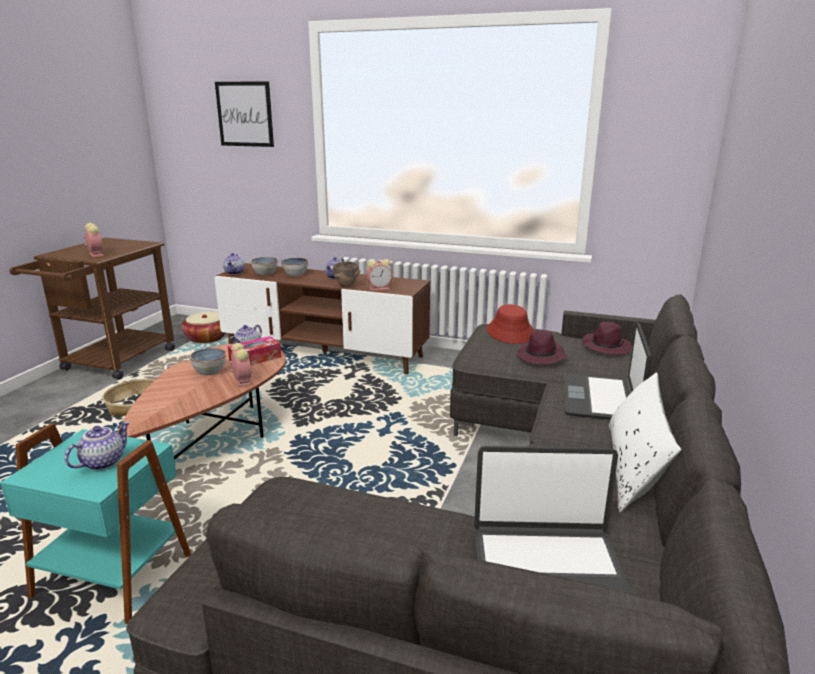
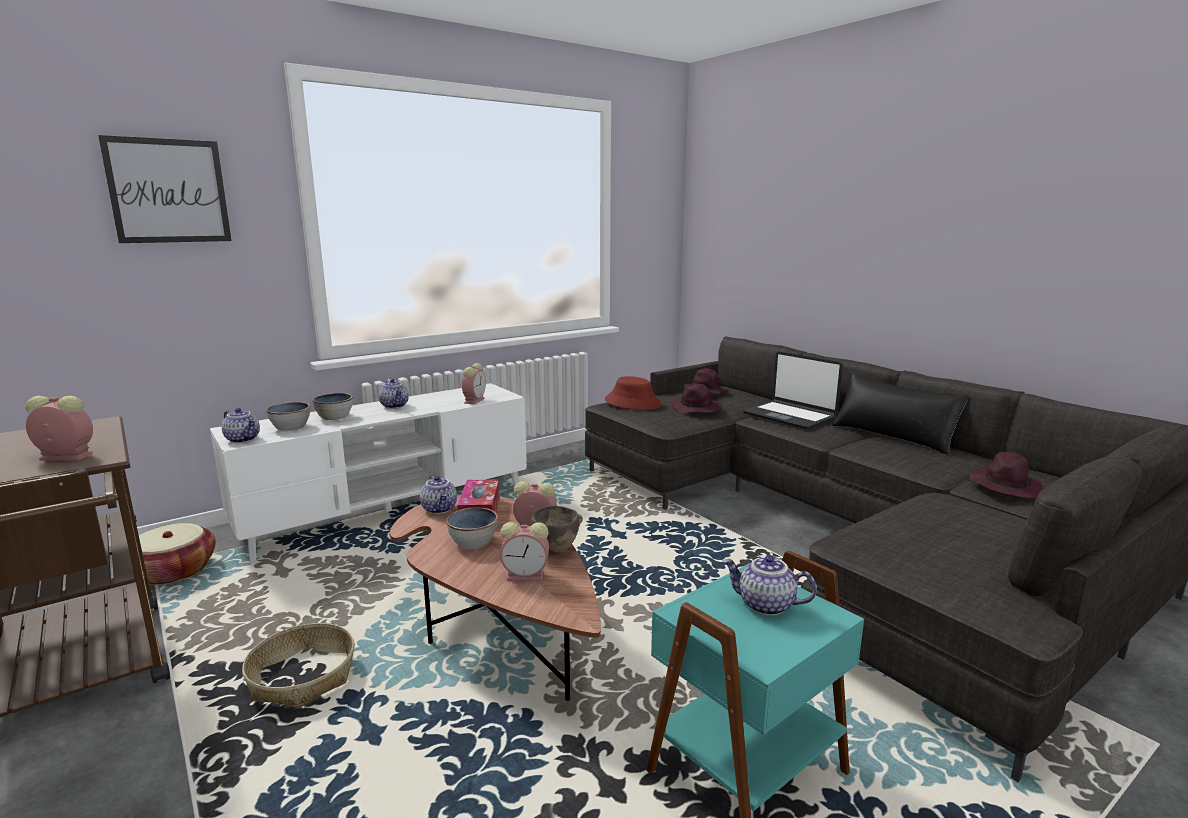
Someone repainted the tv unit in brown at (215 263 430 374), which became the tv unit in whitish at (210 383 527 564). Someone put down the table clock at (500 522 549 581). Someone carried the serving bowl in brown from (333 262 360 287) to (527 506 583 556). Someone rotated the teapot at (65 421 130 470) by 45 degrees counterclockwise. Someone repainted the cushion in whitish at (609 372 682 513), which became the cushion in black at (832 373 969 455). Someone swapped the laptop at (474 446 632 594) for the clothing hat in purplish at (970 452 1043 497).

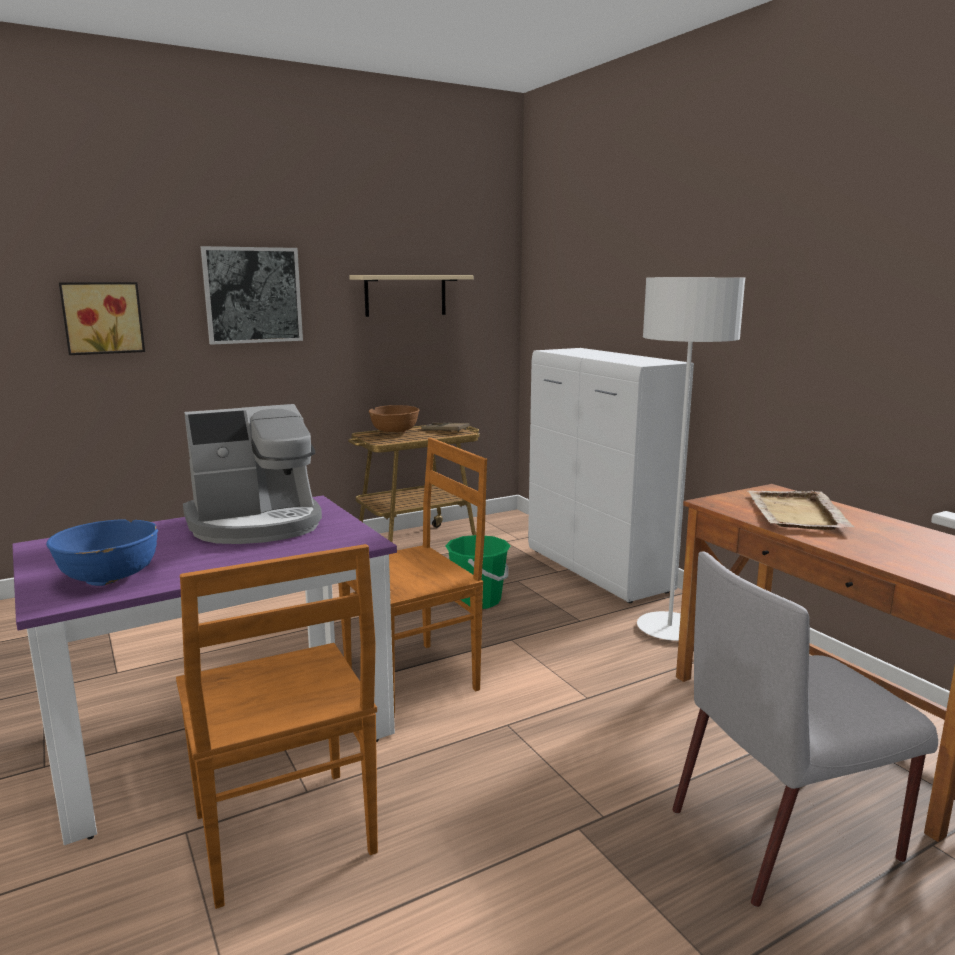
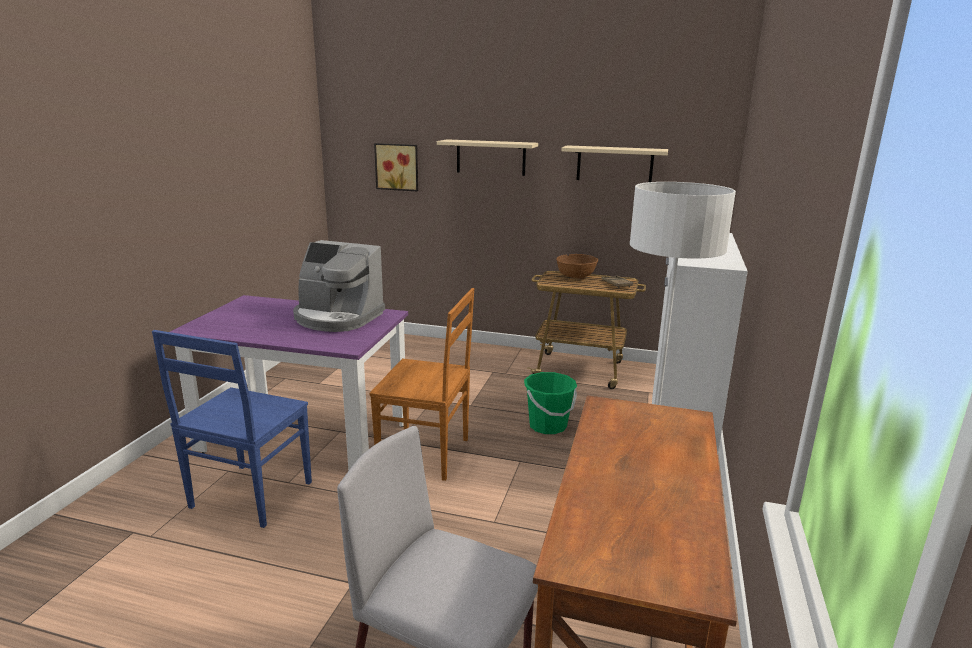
Someone repainted the plain chair in brown at (176 544 378 909), which became the plain chair in blue at (152 330 312 528). Someone swapped the wall art at (200 246 303 345) for the shelf in sand-coloured at (437 139 538 176). Someone took away the serving bowl in blue at (46 519 158 586). Someone took away the serving tray in sand-coloured at (748 491 854 530).

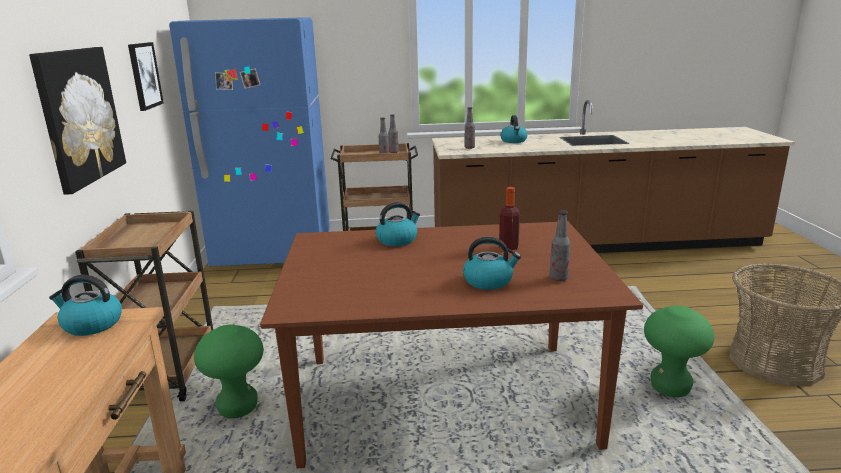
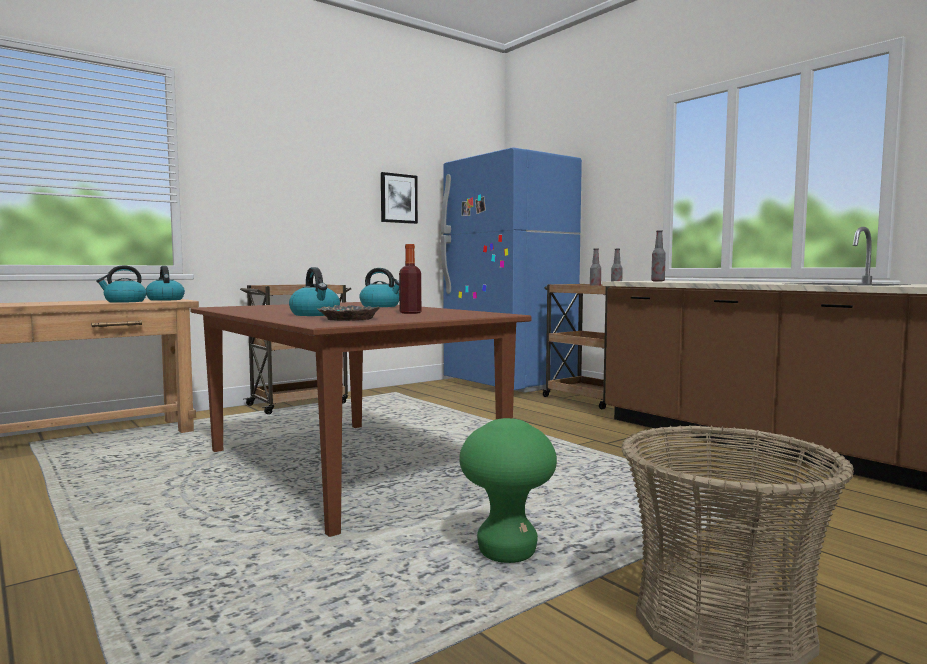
Someone carried the kettle from (500 115 528 143) to (96 265 146 303). Someone swapped the beverage bottle at (549 210 570 281) for the serving bowl at (317 305 380 321). Someone took away the wall art at (29 47 126 195). Someone took away the stool seat in green-coloured at (194 325 263 418).

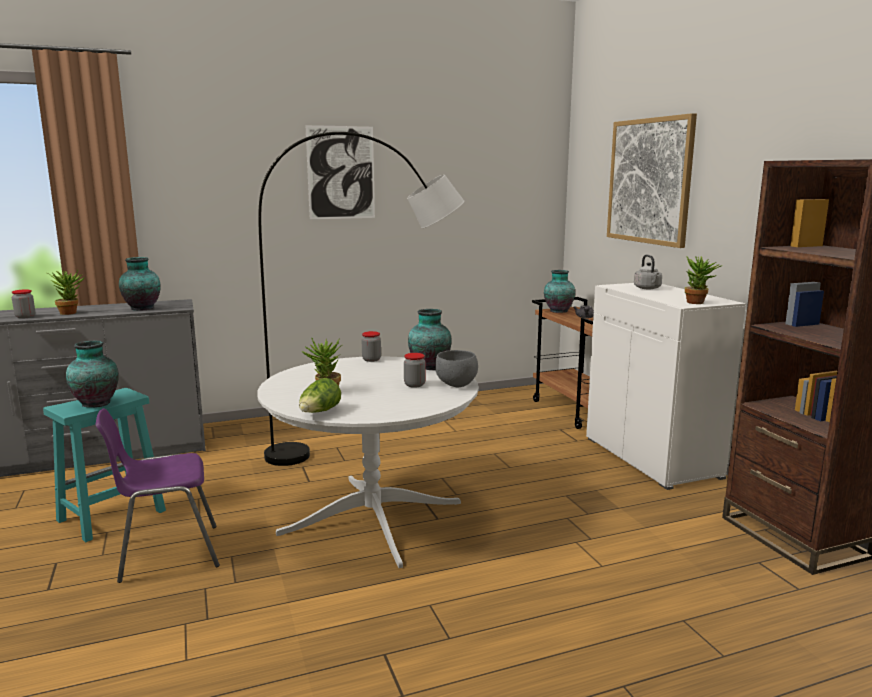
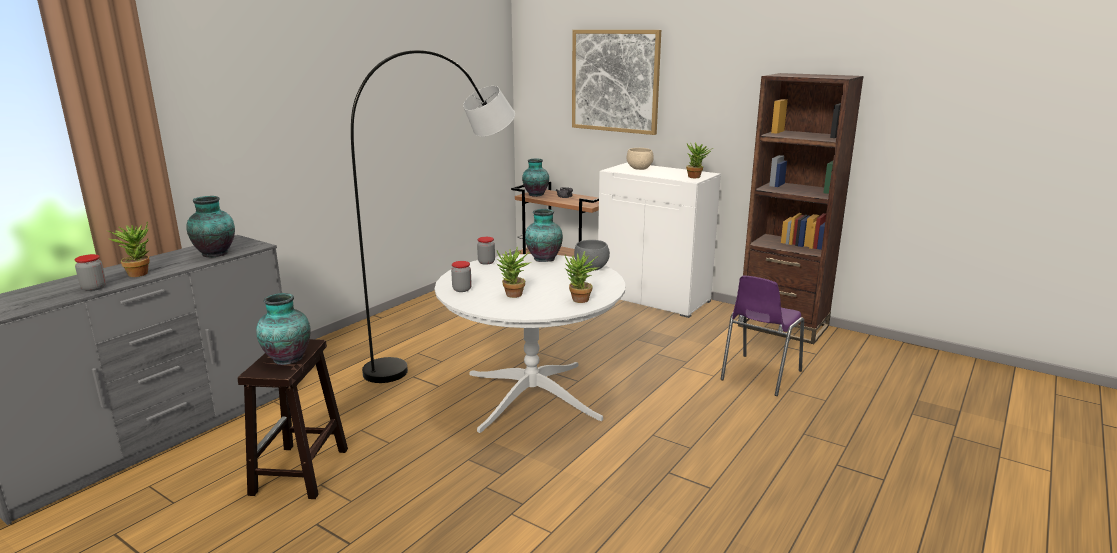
Someone repainted the stool seat in turquoise at (43 388 166 542), which became the stool seat in brown at (238 339 348 499). Someone carried the preserve jar from (404 353 426 388) to (451 261 472 292). Someone put down the houseplant at (565 251 599 303). Someone swapped the kettle in grey at (634 255 662 289) for the serving bowl in sand-coloured at (627 148 654 170). Someone carried the plain chair in purplish from (96 408 220 583) to (721 275 804 396). Someone took away the head of lettuce at (299 378 341 413). Someone took away the wall art at (305 125 375 219).

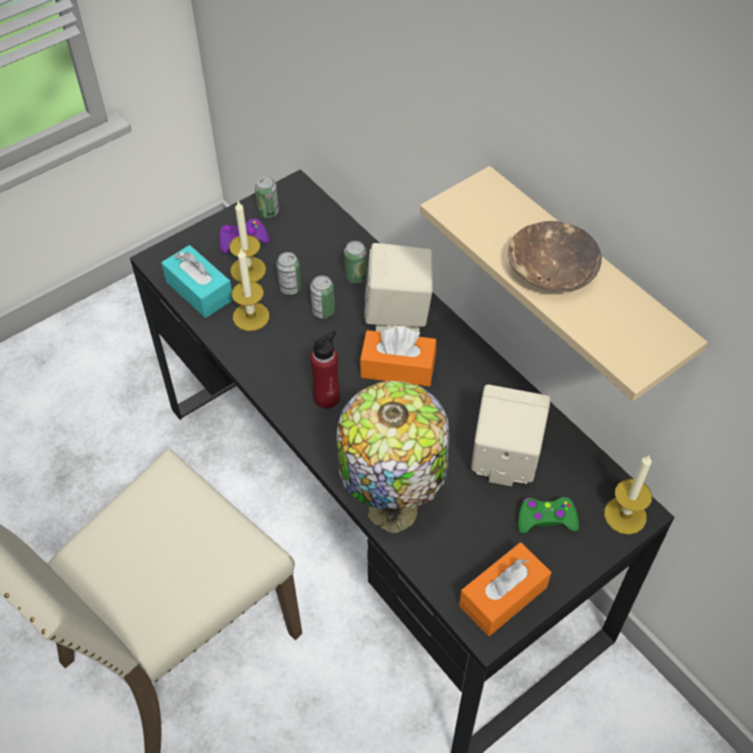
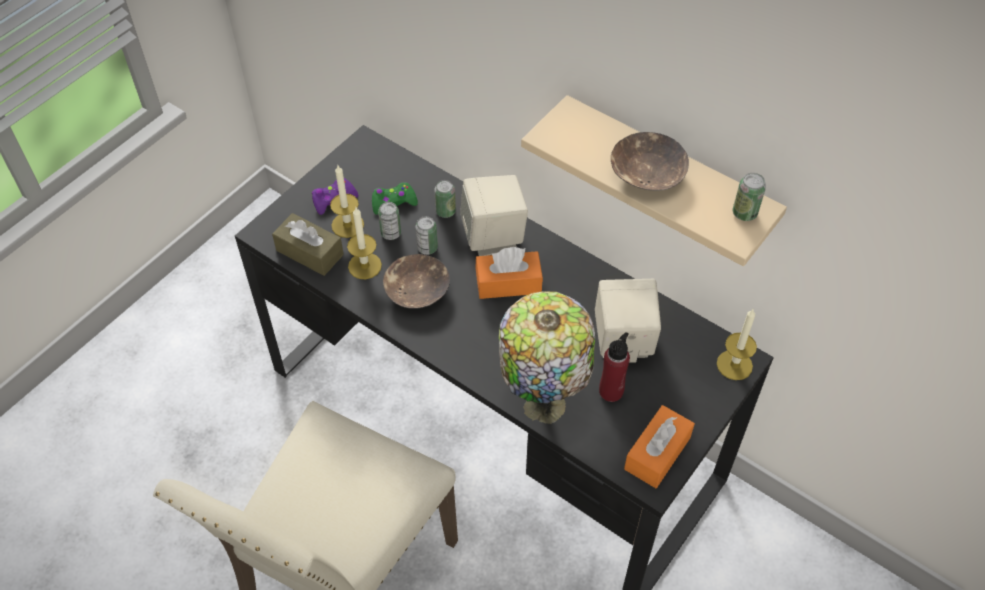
Someone repainted the box of tissues in turquoise at (161 245 233 318), which became the box of tissues in brown at (272 213 344 276). Someone carried the gamepad in green-coloured from (518 497 579 534) to (372 182 418 215). Someone put down the serving bowl in brown at (383 254 450 309). Someone carried the beverage bottle in red from (310 331 340 409) to (599 332 630 402). Someone carried the sealed can from (255 176 279 218) to (733 173 766 221).

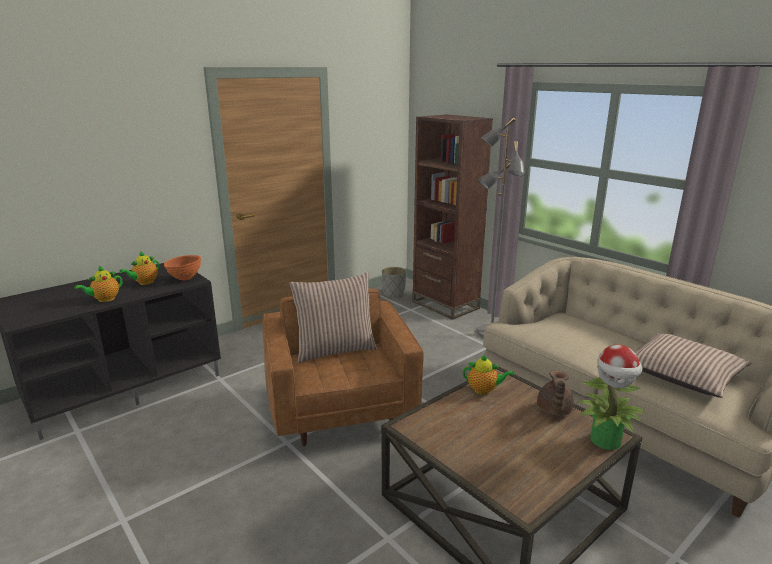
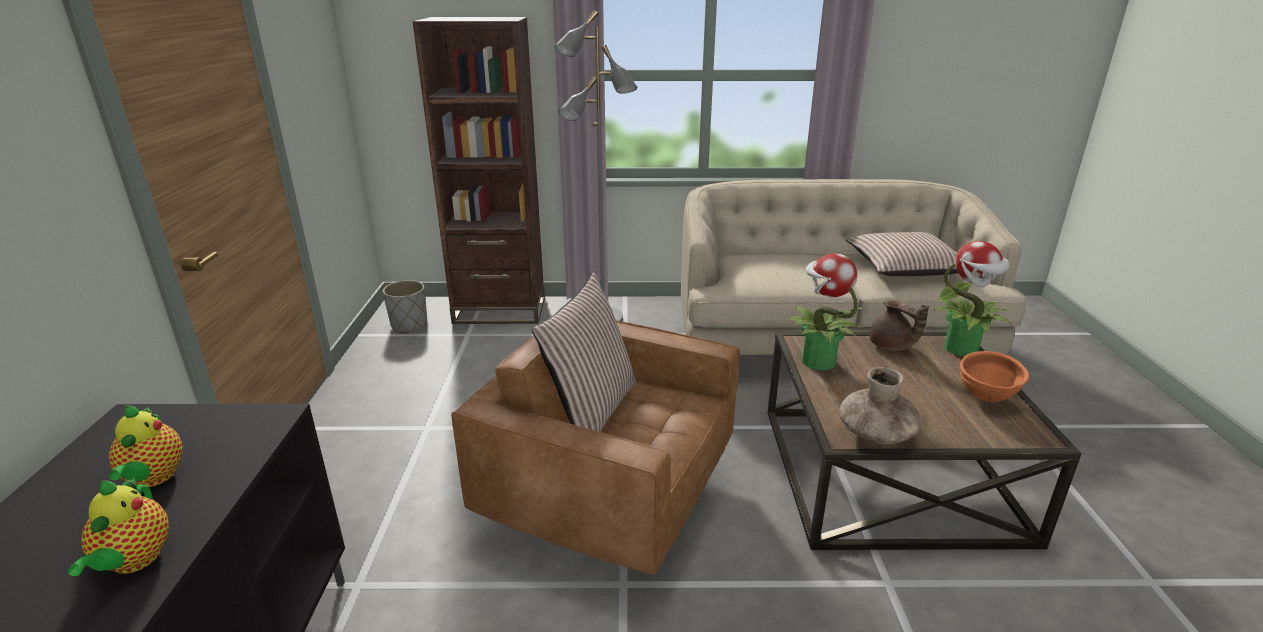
Someone swapped the teapot at (463 354 514 395) for the houseplant at (785 253 862 370). Someone put down the flower vase in brown at (839 367 922 444). Someone carried the serving bowl in orange from (164 255 201 281) to (960 351 1029 402).

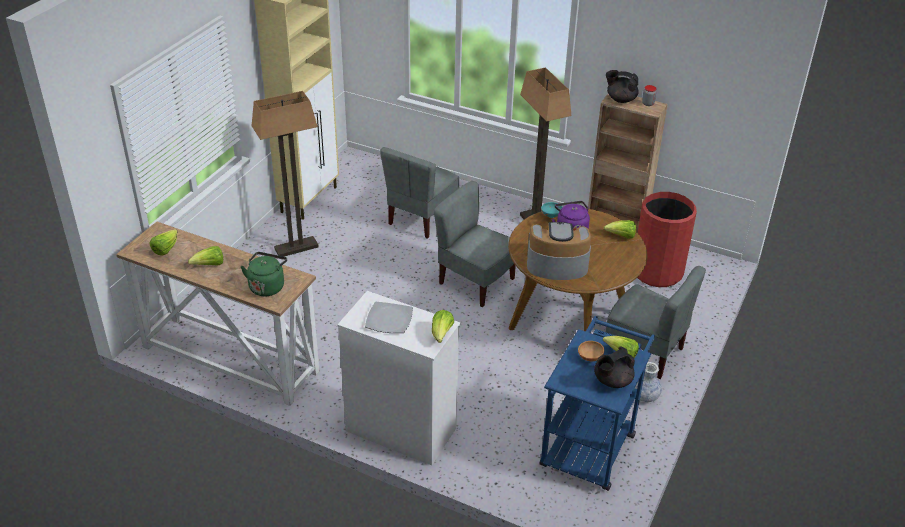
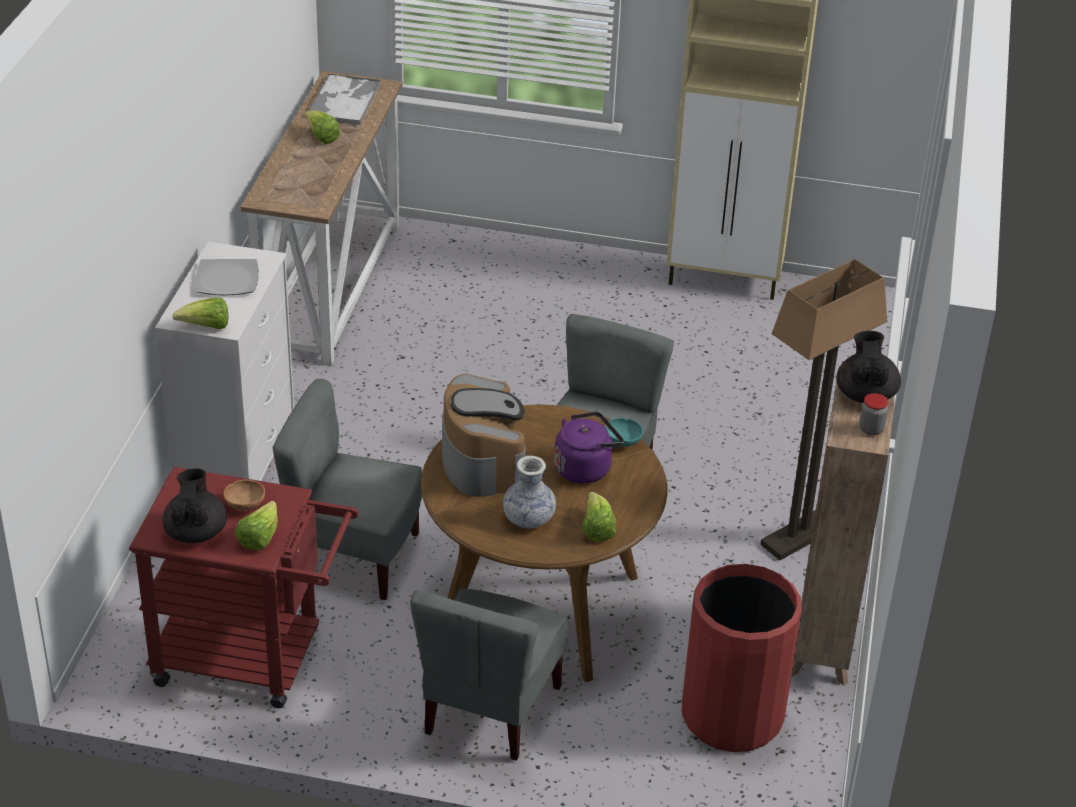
Someone repainted the cart in blue at (539 316 655 491), which became the cart in red at (129 467 359 708). Someone rotated the teapot in black at (594 347 635 388) by 45 degrees clockwise. Someone carried the plain chair in grey from (380 147 459 238) to (273 379 422 600). Someone swapped the head of lettuce at (150 229 178 255) for the serving tray at (306 73 381 125). Someone carried the flower vase from (635 362 662 402) to (503 456 556 528). Someone took away the kettle in green-coloured at (241 252 287 297). Someone took away the standard lamp at (252 91 319 257).

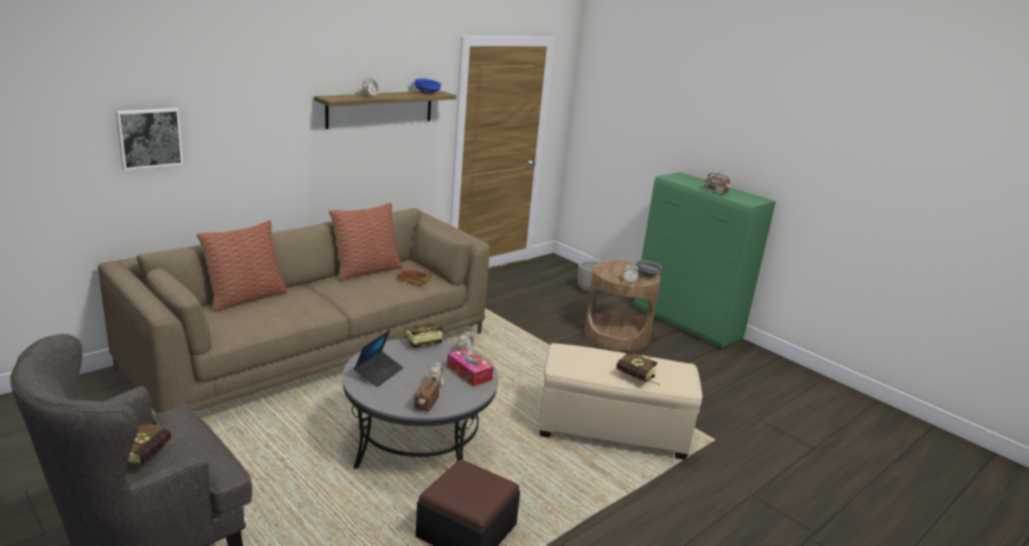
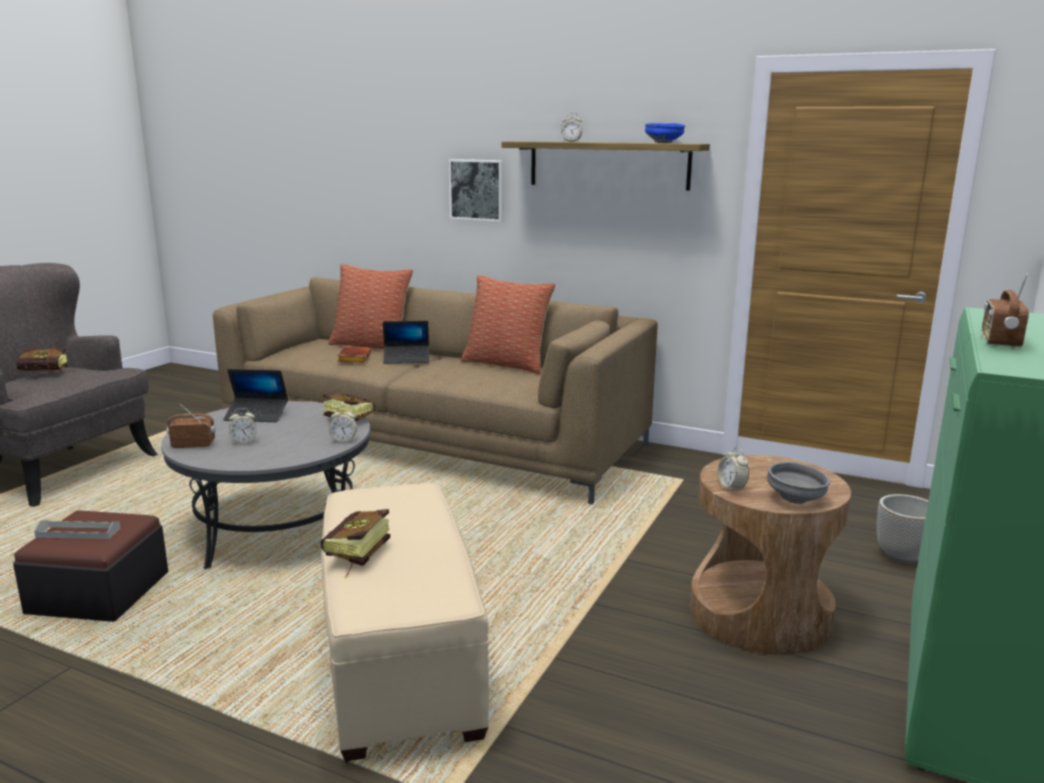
Someone put down the serving tray in grey at (34 520 120 539). Someone carried the book in brown from (396 268 432 285) to (337 346 371 363). Someone put down the laptop at (383 321 429 364). Someone carried the wall art from (116 108 183 170) to (449 159 504 222). Someone took away the box of tissues at (447 348 493 387).

